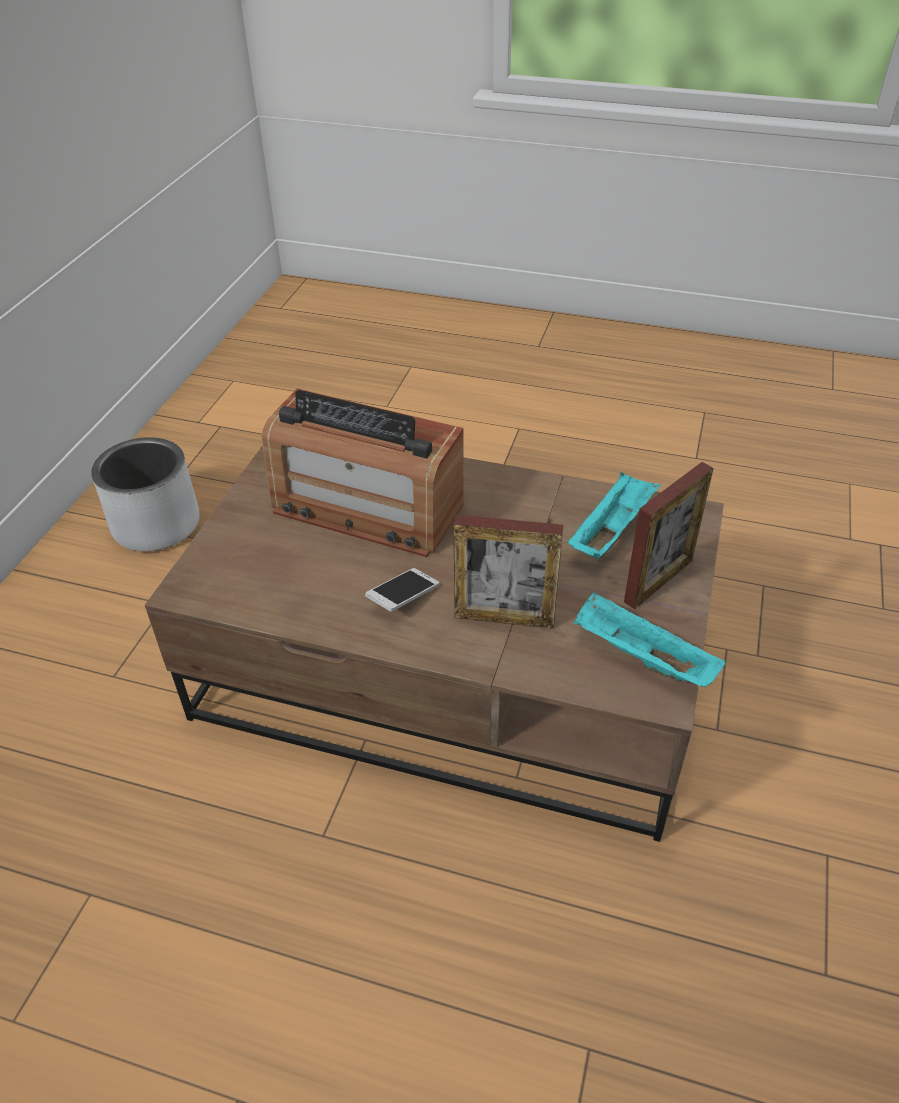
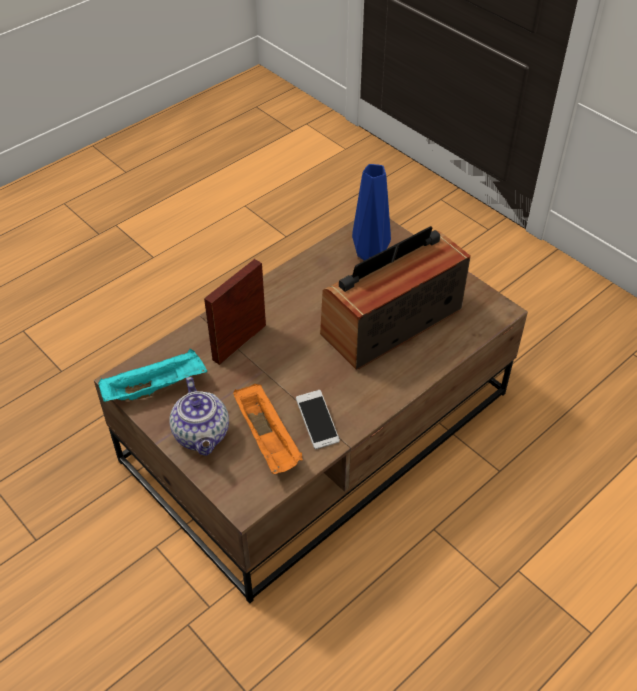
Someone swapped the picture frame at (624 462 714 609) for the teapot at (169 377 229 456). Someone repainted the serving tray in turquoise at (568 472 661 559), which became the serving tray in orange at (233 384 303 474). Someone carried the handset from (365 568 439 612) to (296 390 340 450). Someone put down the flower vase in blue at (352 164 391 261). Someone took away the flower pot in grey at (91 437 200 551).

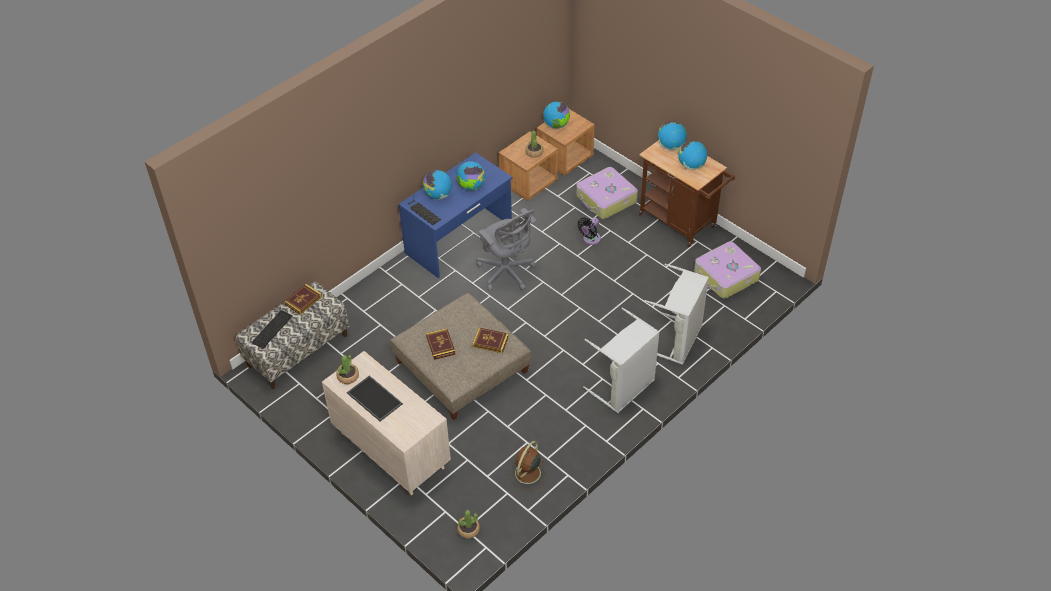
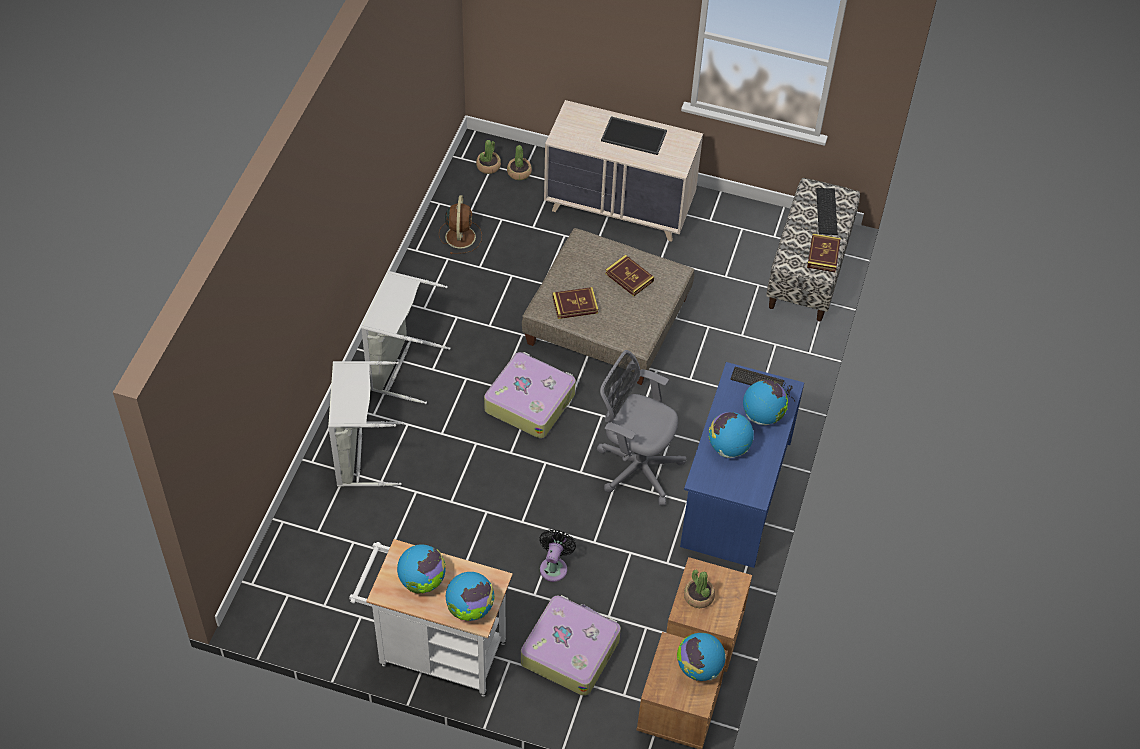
Someone repainted the cart in brown at (639 140 735 247), which became the cart in whitish at (349 539 513 697). Someone carried the travel case from (694 241 761 299) to (484 352 576 438). Someone carried the houseplant from (336 355 359 384) to (507 145 532 180).

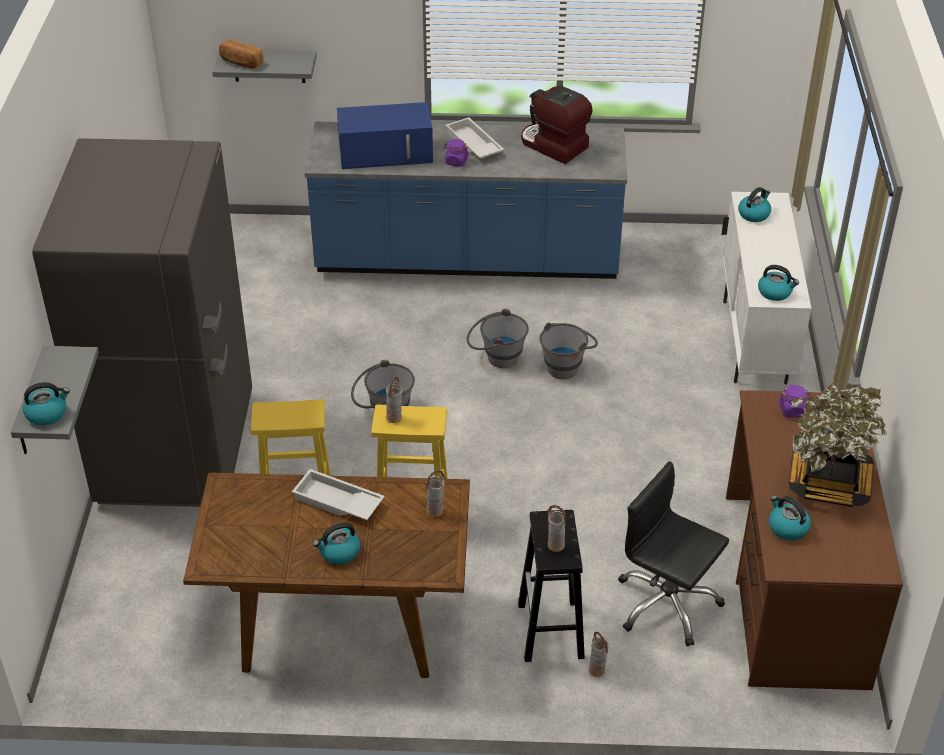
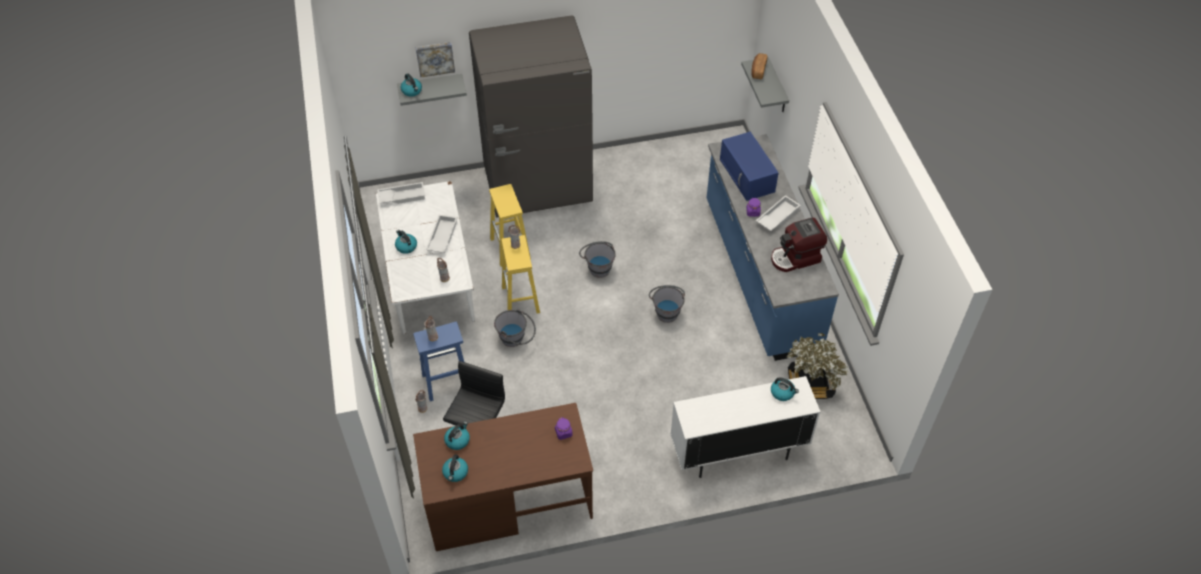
Someone repainted the kitchen table in brown at (183 472 470 678), which became the kitchen table in whitish at (376 181 475 334). Someone put down the serving tray in whitish at (377 182 425 204). Someone repainted the stool seat in black at (518 510 585 662), which became the stool seat in blue at (413 322 464 401). Someone put up the wall art at (416 42 455 77). Someone carried the kettle from (758 265 799 301) to (442 455 468 482). Someone carried the bucket in grey from (539 323 598 379) to (494 310 536 347). Someone rotated the coffee machine at (521 86 593 164) by 135 degrees counterclockwise. Someone carried the houseplant from (788 383 887 507) to (786 333 849 399).

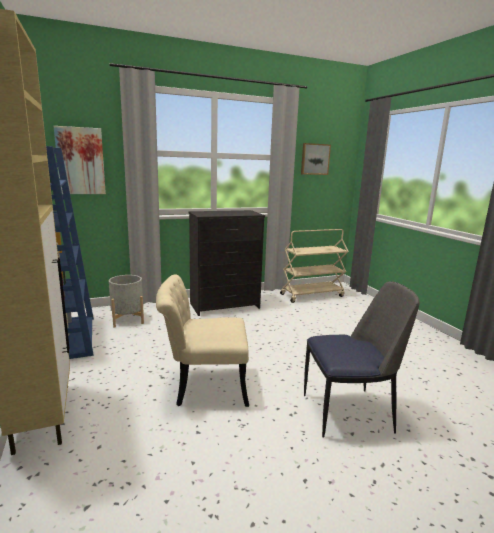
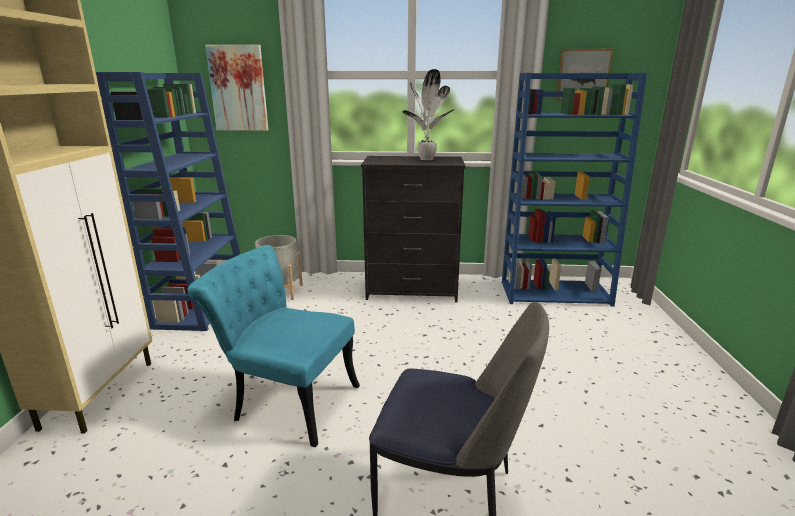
Someone repainted the plain chair in sand-coloured at (156 275 249 407), which became the plain chair in turquoise at (187 245 360 447). Someone put down the houseplant at (402 69 455 160). Someone swapped the cart in sand-coloured at (280 229 349 303) for the bookcase in blue at (502 73 647 307).

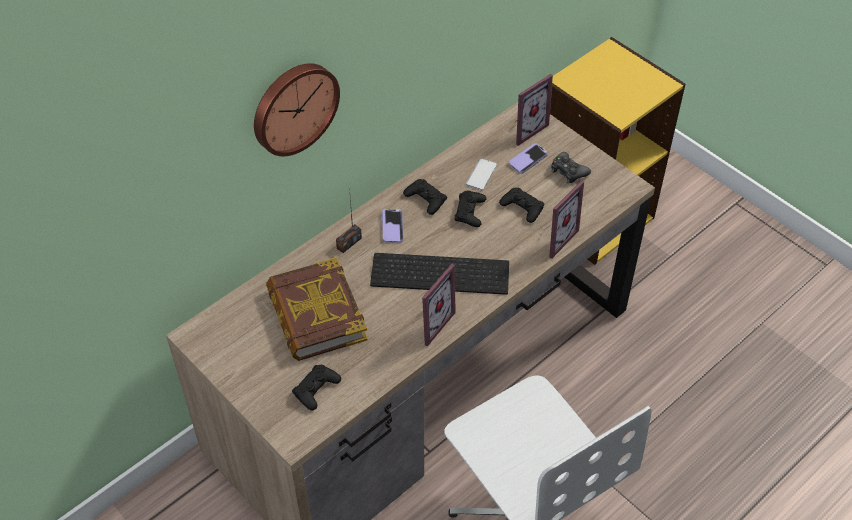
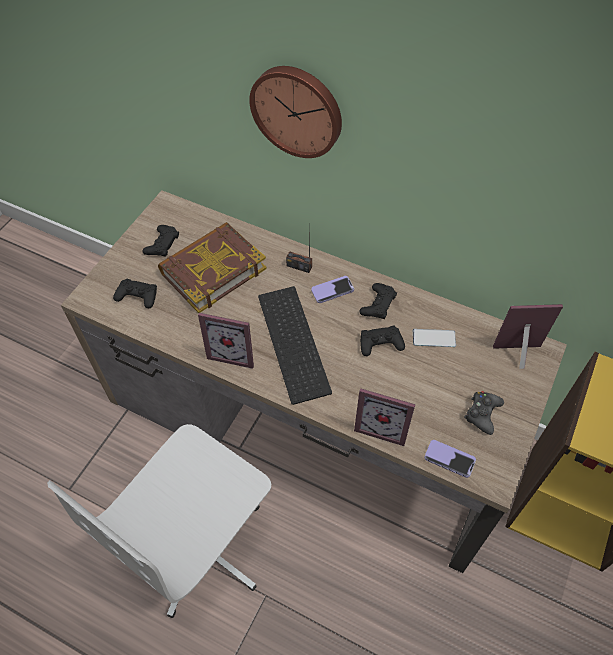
Someone carried the gamepad in black from (499 188 545 223) to (142 225 179 257). Someone carried the handset from (509 143 548 174) to (425 440 476 478). Someone rotated the picture frame at (516 74 553 146) by 150 degrees clockwise.

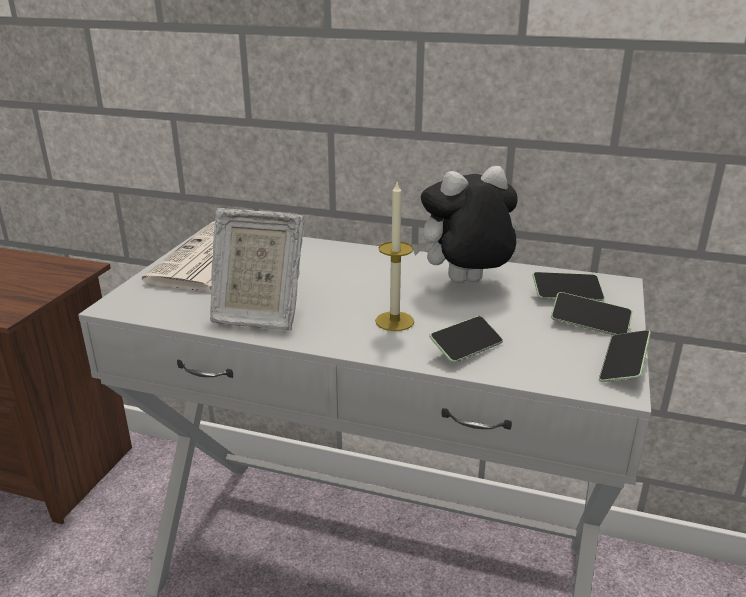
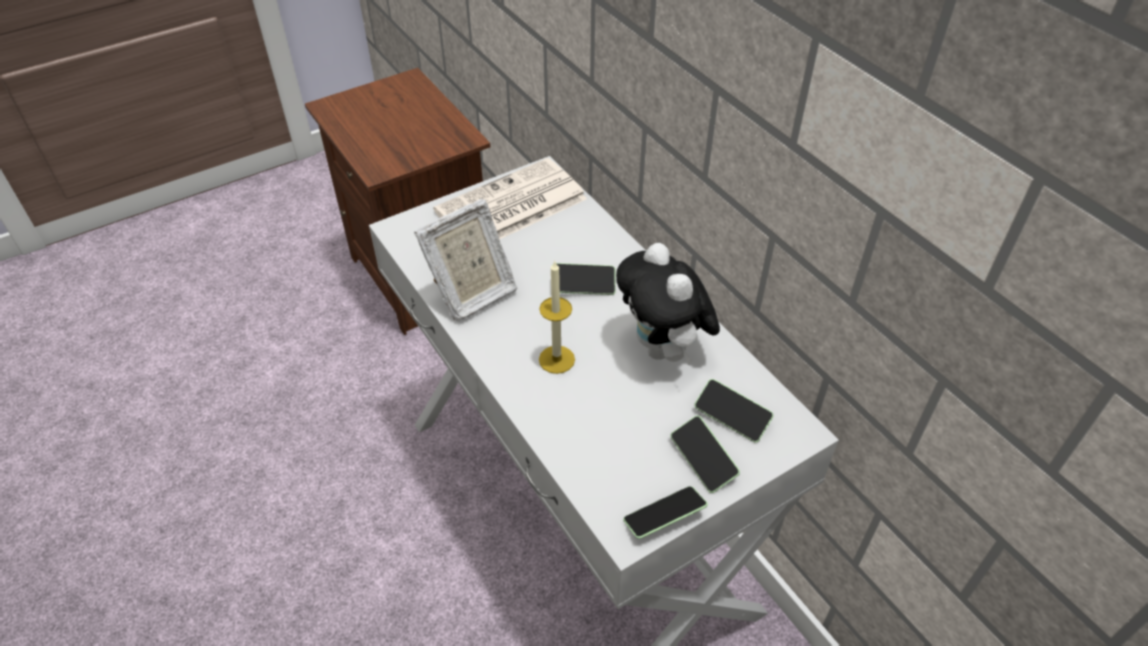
Someone rotated the picture frame at (210 208 304 330) by 90 degrees counterclockwise. Someone carried the handset from (429 316 503 363) to (556 263 616 295). Someone rotated the soft toy at (412 166 518 283) by 135 degrees counterclockwise.

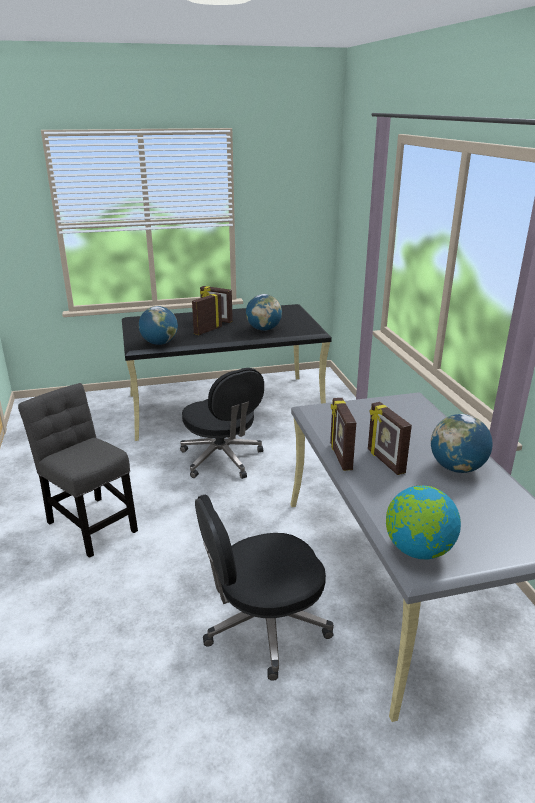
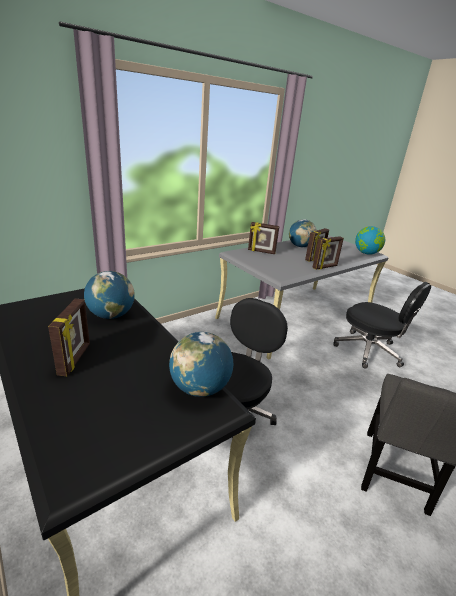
Someone carried the picture frame from (192 293 222 335) to (248 222 279 254).

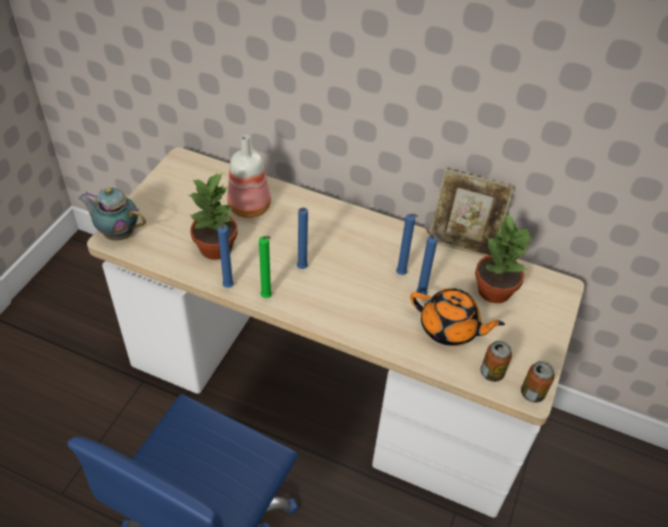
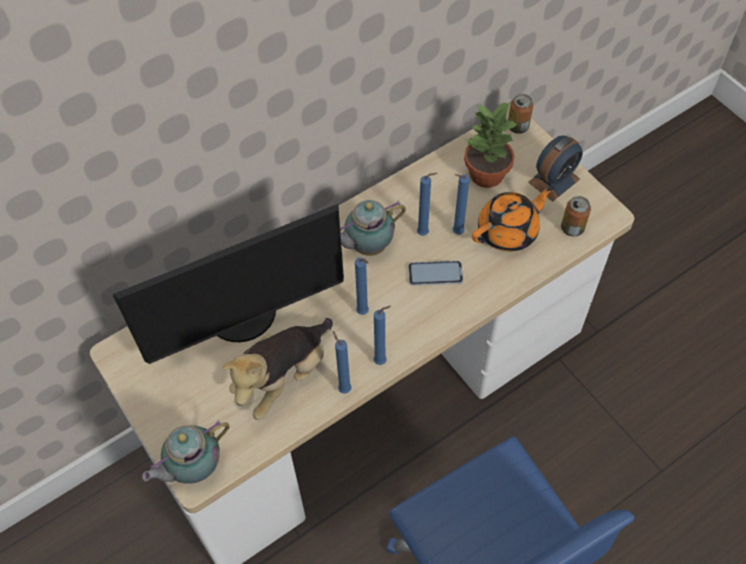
Someone swapped the beverage bottle at (227 135 271 218) for the computer screen at (112 204 344 364). Someone swapped the houseplant at (189 173 237 260) for the soft toy at (222 318 333 420). Someone put down the teapot at (340 200 406 256). Someone repainted the wax candle in green-coloured at (259 236 272 298), which became the wax candle in blue at (374 306 391 365). Someone put down the handset at (408 261 463 286). Someone carried the sealed can from (521 361 555 403) to (508 94 533 134). Someone put down the table clock at (528 136 583 202). Someone took away the picture frame at (429 169 515 256).

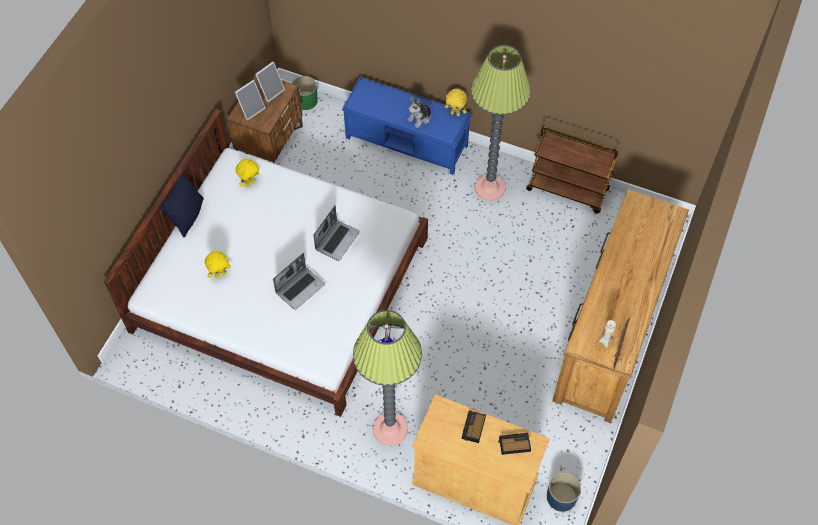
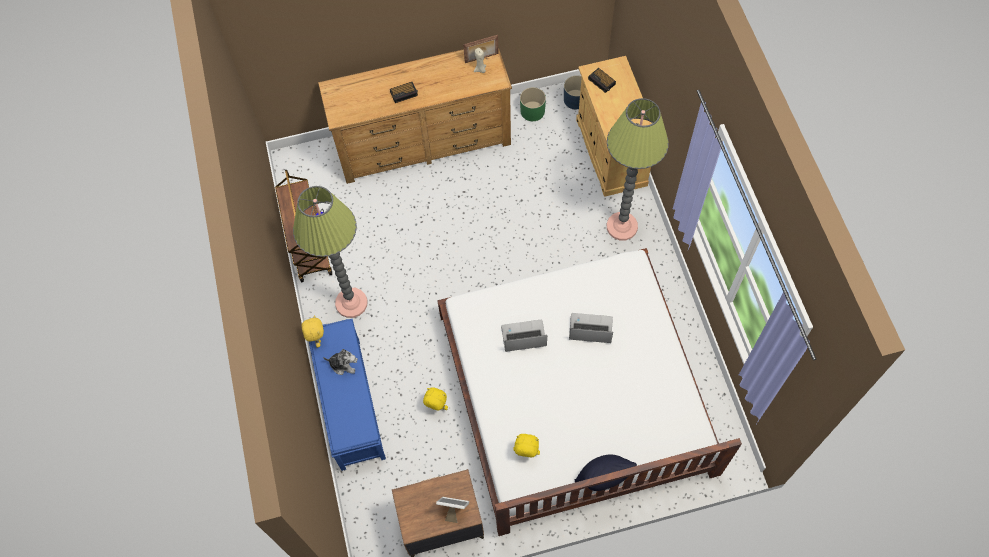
Someone carried the table clock from (462 411 486 443) to (390 82 418 103). Someone carried the soft toy in yellow from (205 251 231 279) to (423 387 448 411). Someone carried the flower pot in green-coloured from (292 76 318 110) to (520 87 546 121). Someone took away the picture frame at (255 61 285 102).

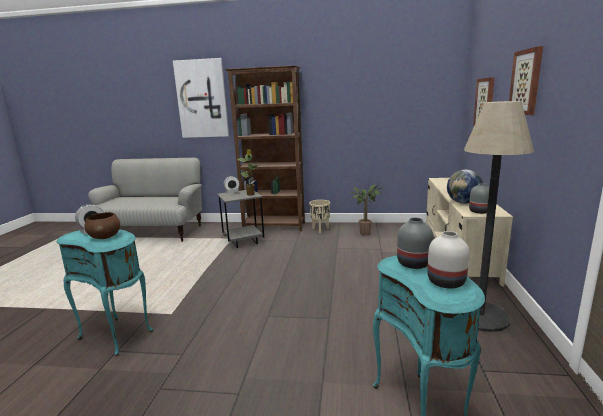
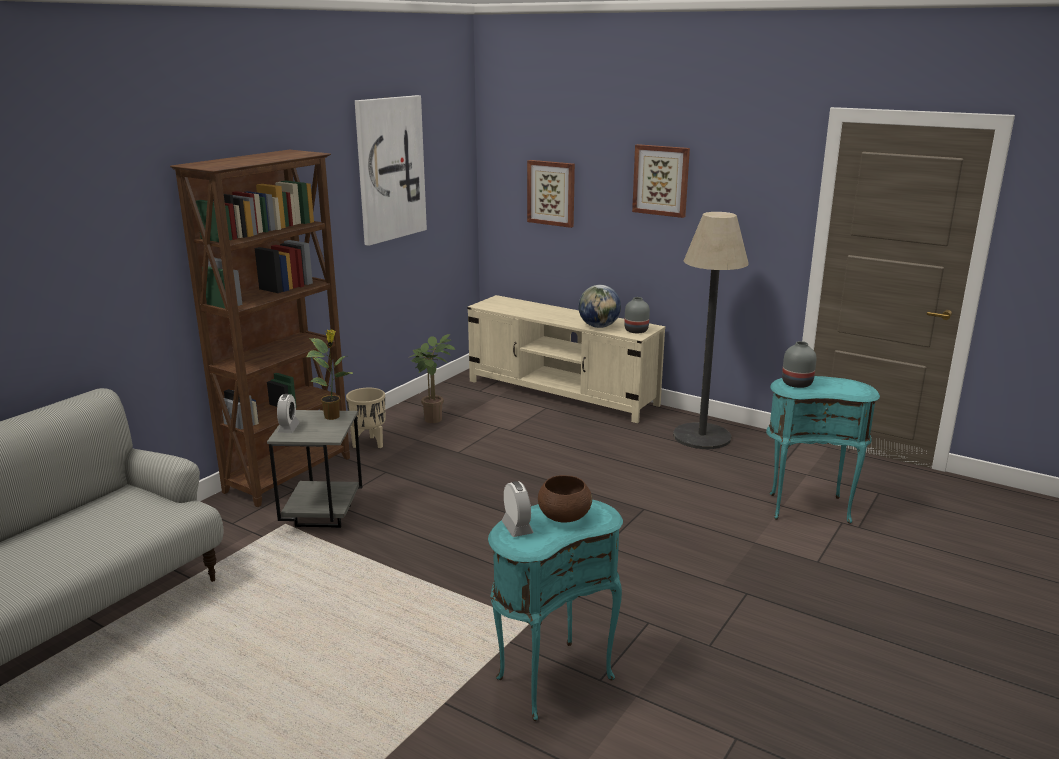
Someone carried the wall art from (173 58 229 138) to (355 95 427 246). Someone took away the flower vase in whitish at (427 231 469 289).

